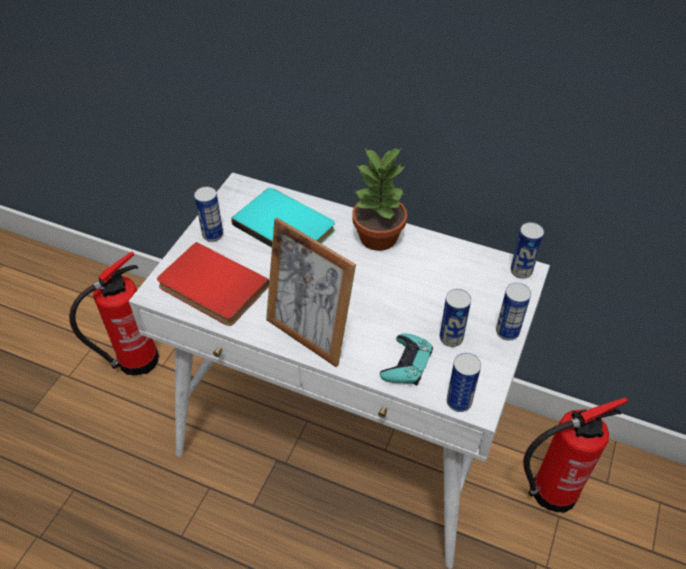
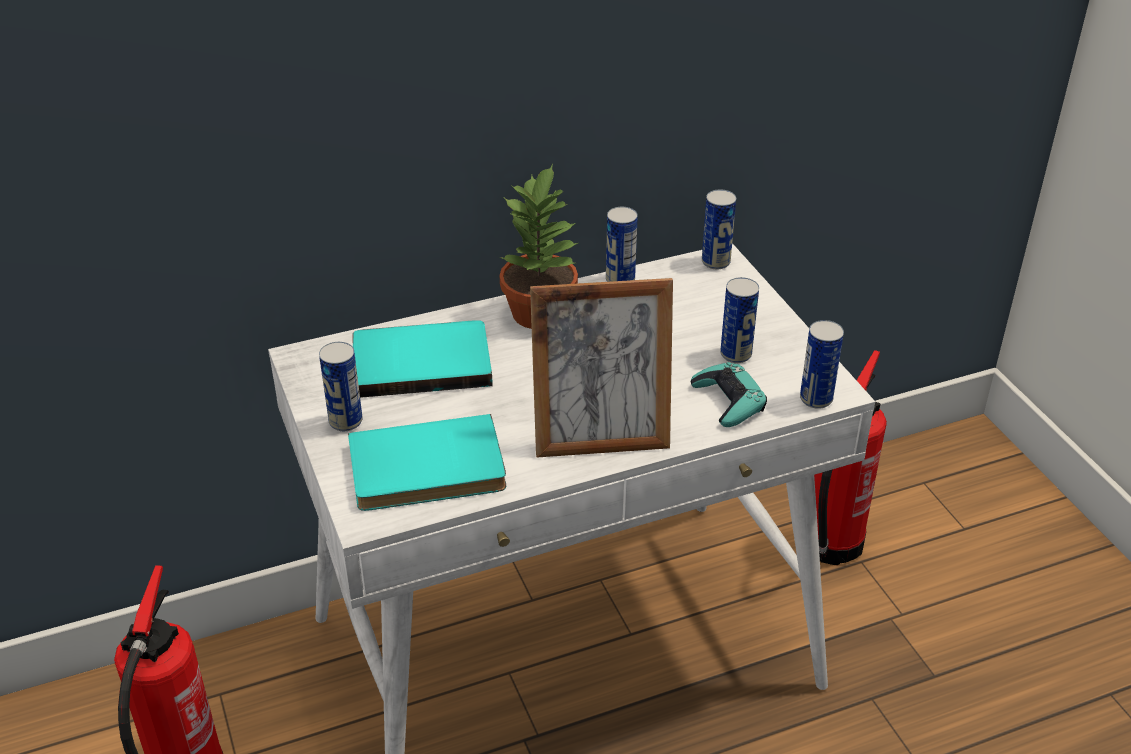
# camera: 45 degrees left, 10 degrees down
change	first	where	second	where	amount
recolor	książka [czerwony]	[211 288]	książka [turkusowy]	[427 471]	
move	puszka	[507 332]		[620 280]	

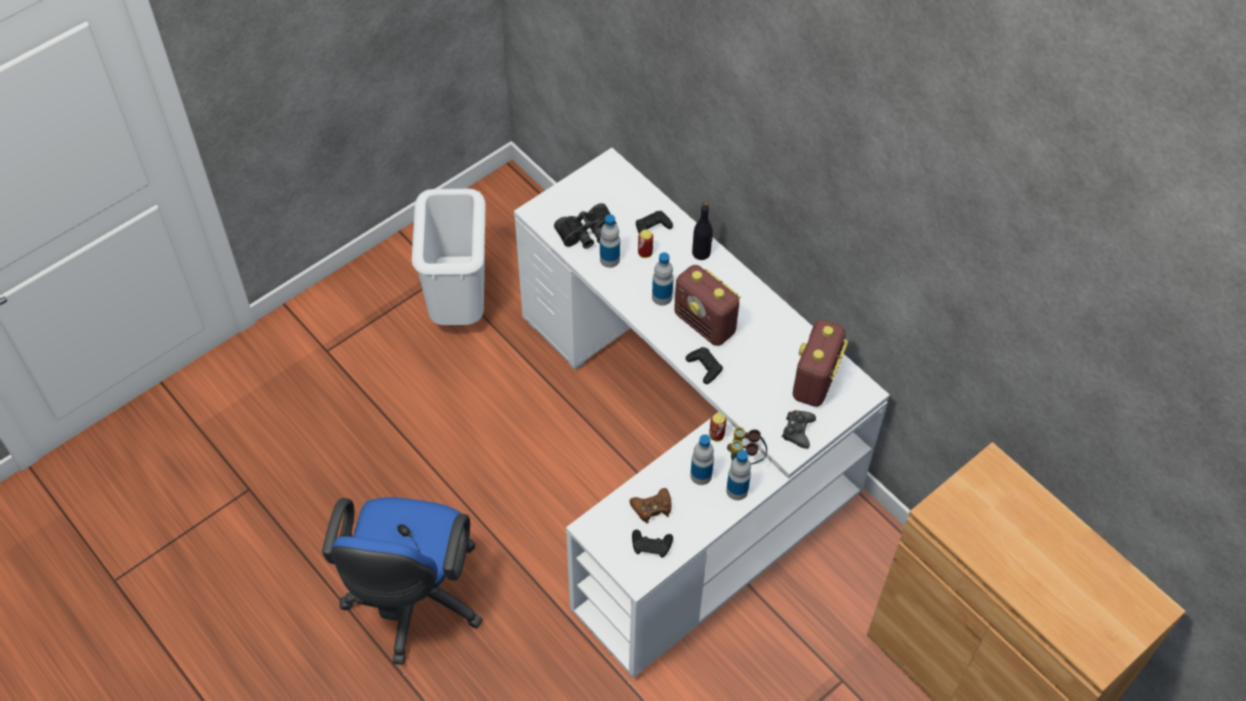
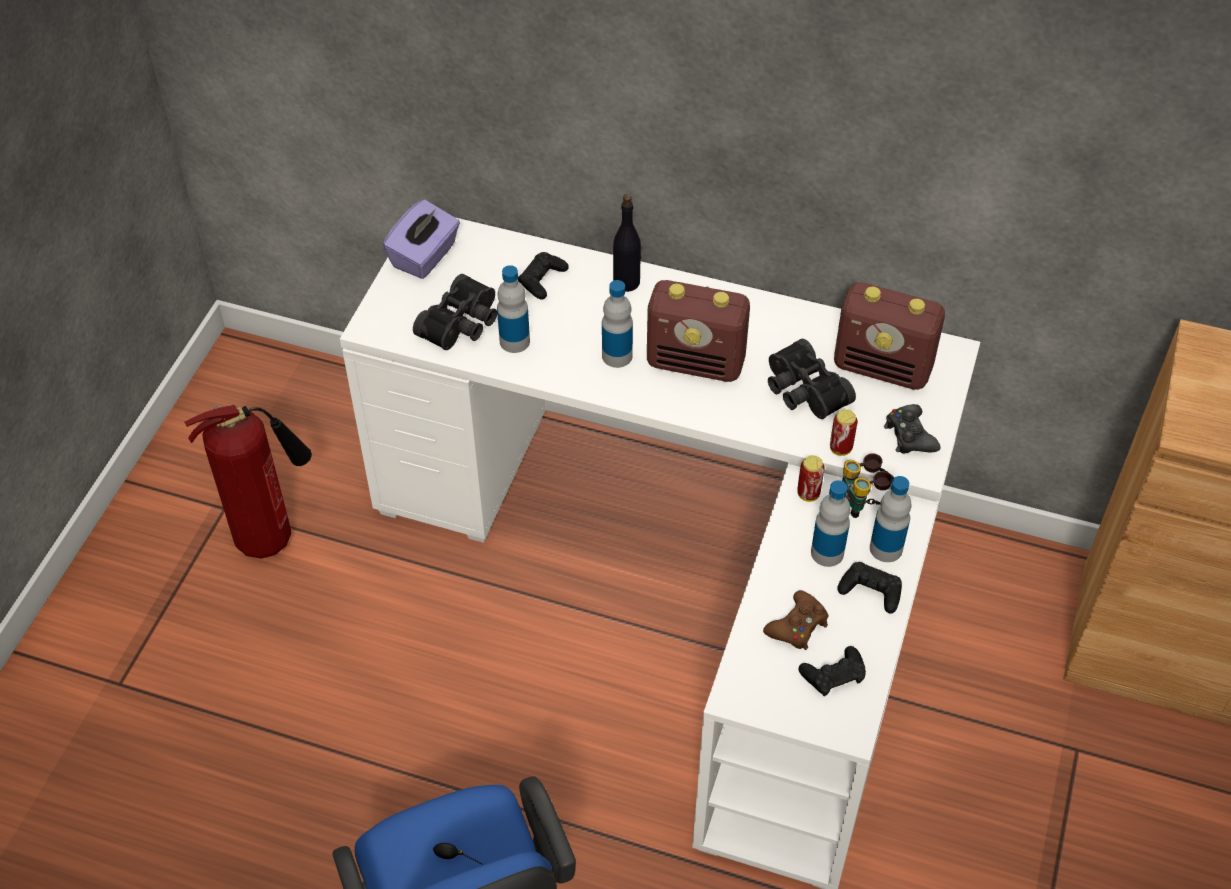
# camera: 30 degrees left, 5 degrees down
change	first	where	second	where	amount
replace	kosz na śmieci [biały]	[458 306]	gaśnica	[271 537]	
move	puszka	[645 253]		[840 448]	
rotate	radio	[815 381]		[883 368]	60 degrees counterclockwise
move	pad do gier [czarny]	[704 367]		[871 591]	
insert			pudełko chusteczek [fioletowy]	[425 256]	
insert			lornetka [czarny]	[802 391]	

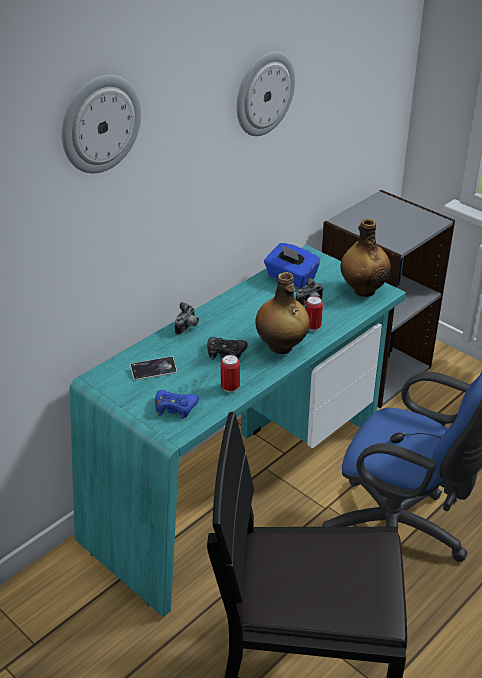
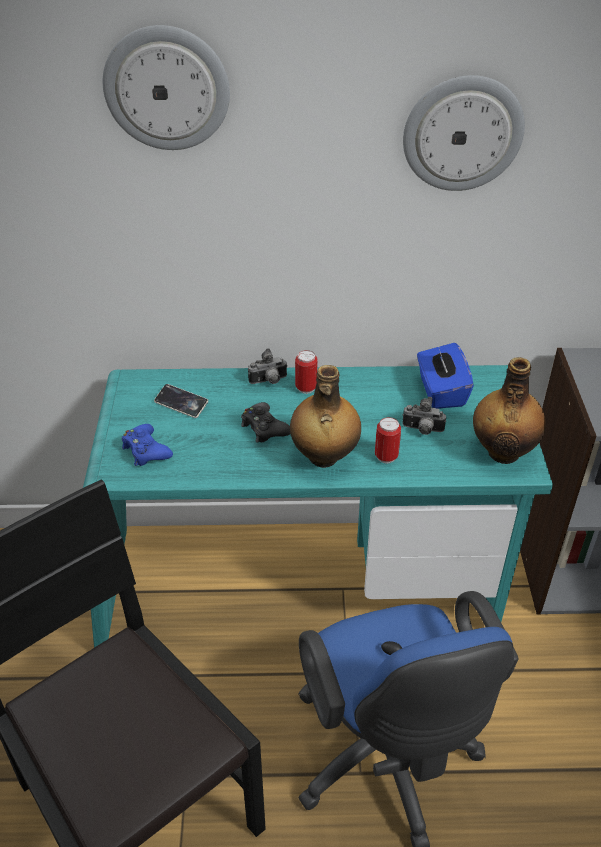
# camera: 45 degrees right, 5 degrees up
change	first	where	second	where	amount
move	puszka	[230 387]		[306 388]	

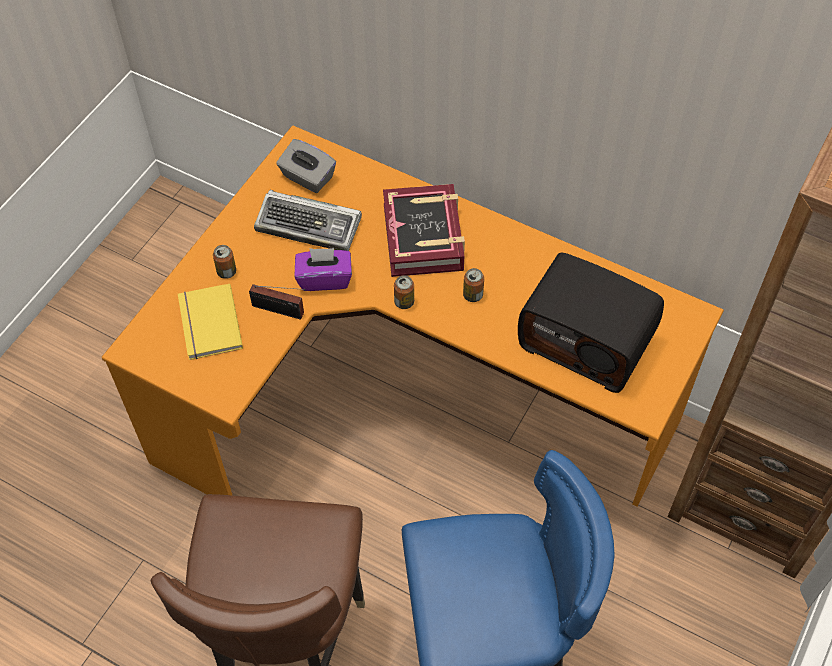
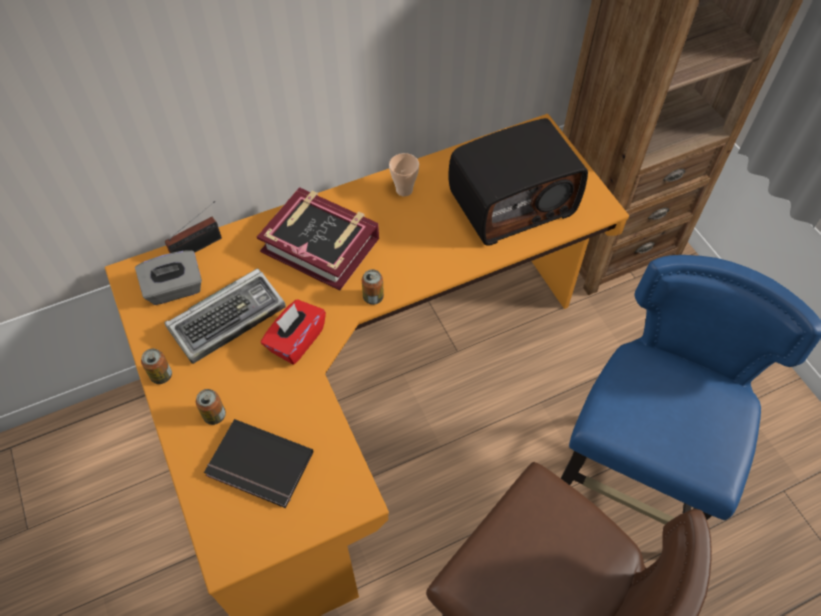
# camera: 55 degrees left, 0 degrees up
change	first	where	second	where	amount
recolor	pudełko chusteczek [fioletowy]	[324 279]	pudełko chusteczek [czerwony]	[296 341]	
move	puszka	[473 295]		[161 375]	
recolor	książka [żółty]	[207 324]	książka [czarny]	[259 467]	
move	radio	[280 311]		[200 246]	
insert			filiżanka	[404 190]	

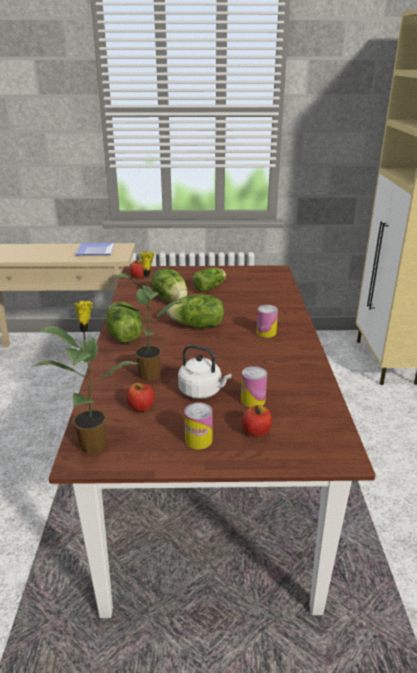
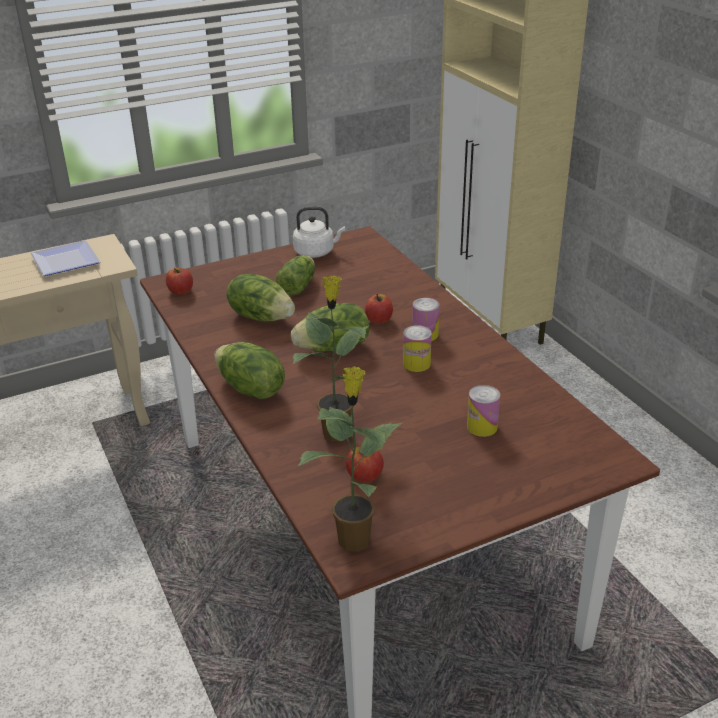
# camera: 25 degrees left, 5 degrees up
change	first	where	second	where	amount
move	czajnik [biały]	[202 391]		[316 252]	
move	puszka	[198 440]		[416 364]	
move	jabłko	[256 431]		[379 320]	

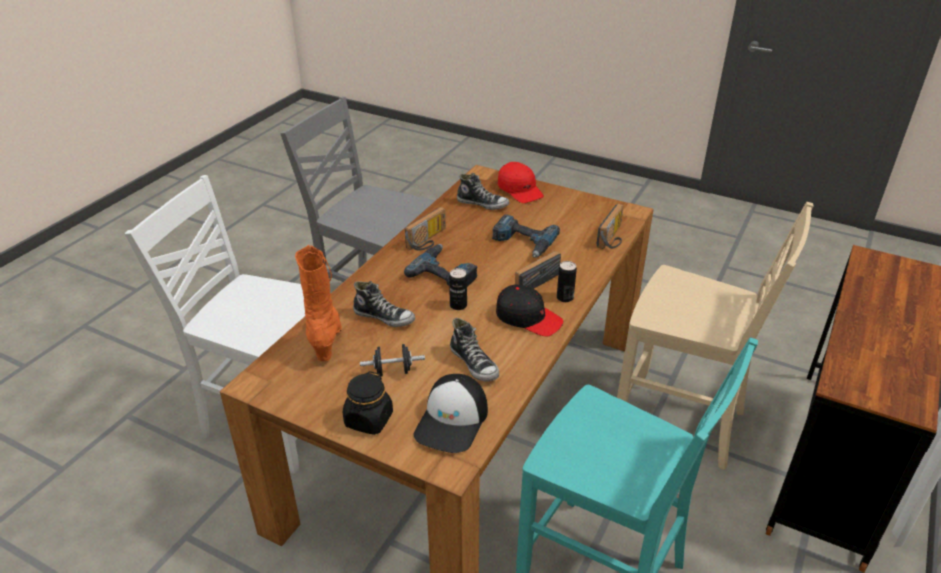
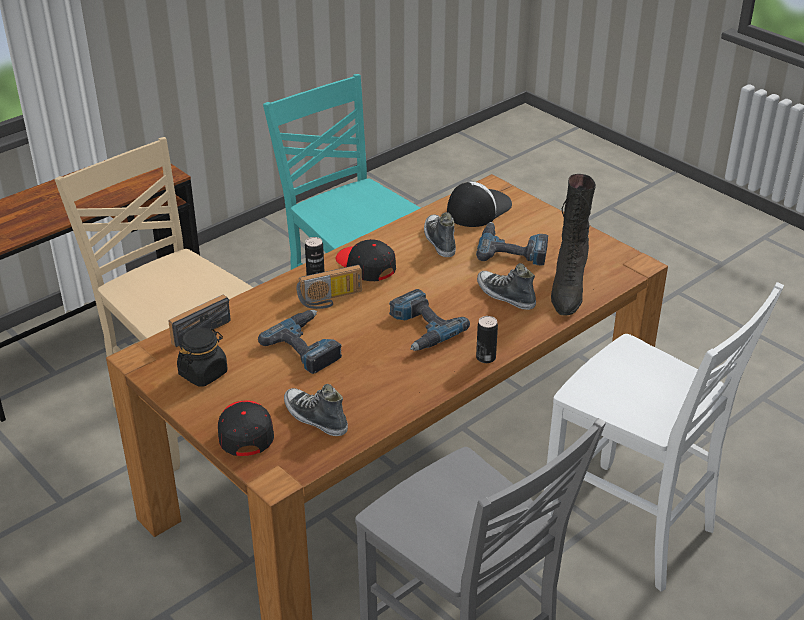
# camera: 160 degrees left, 0 degrees up
change	first	where	second	where	amount
recolor	czapka z daszkiem [czerwony]	[520 190]	czapka z daszkiem [czarny]	[245 431]	
delete	radio	[428 240]			
recolor	but z cholewką [pomarańczowy]	[326 337]	but z cholewką [czarny]	[568 289]	
move	puszka	[458 305]		[485 358]	
replace	hantel [czarny]	[393 371]	wiertarka	[512 250]	
move	słoik [czarny]	[368 420]		[203 373]	

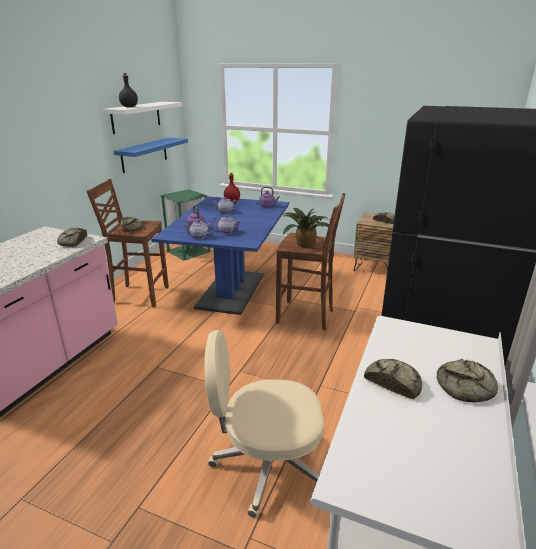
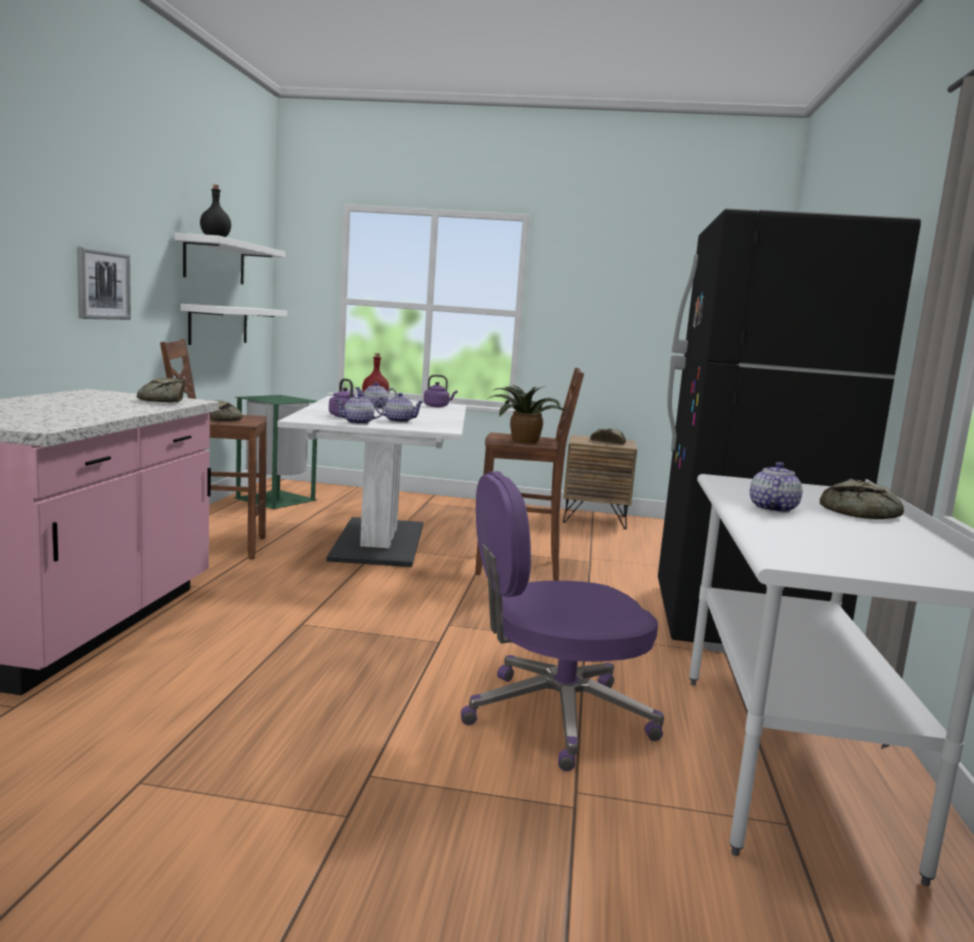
# camera: 15 degrees left, 15 degrees down
change	first	where	second	where	amount
recolor	półka [niebieski]	[144 154]	półka [biały]	[219 324]	
recolor	stół jadalny [niebieski]	[231 291]	stół jadalny [biały]	[379 542]	
recolor	krzesło biurowe [beżowy]	[267 464]	krzesło biurowe [fioletowy]	[554 717]	
replace	chleb	[393 381]	imbryk	[772 509]	
insert			obraz	[102 284]	

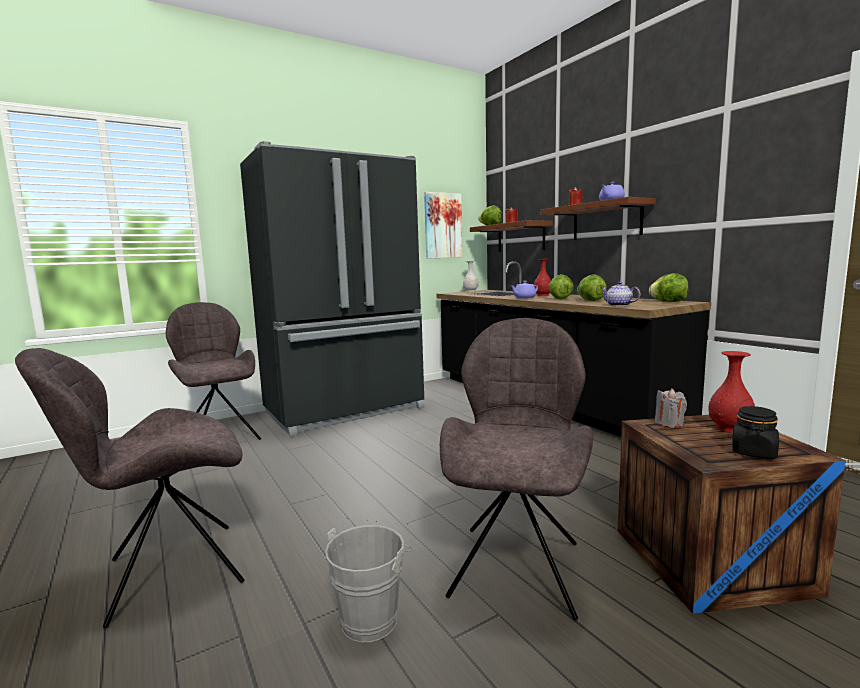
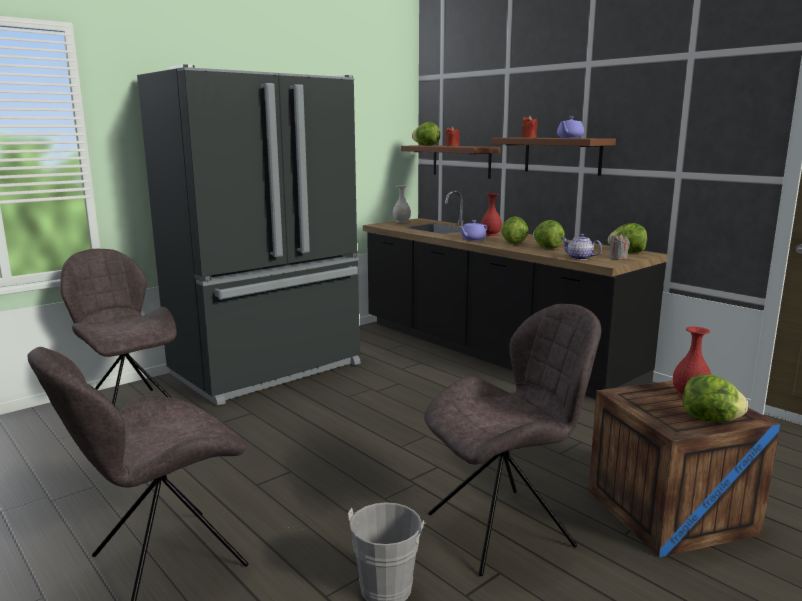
# camera: 10 degrees left, 5 degrees up
change	first	where	second	where	amount
delete	obraz	[442 226]			
rotate	krzesło [szary]	[517 565]		[505 529]	60 degrees clockwise
move	świeca [szary]	[669 423]		[618 258]	
replace	słoik [czarny]	[753 452]	sałata	[710 420]	

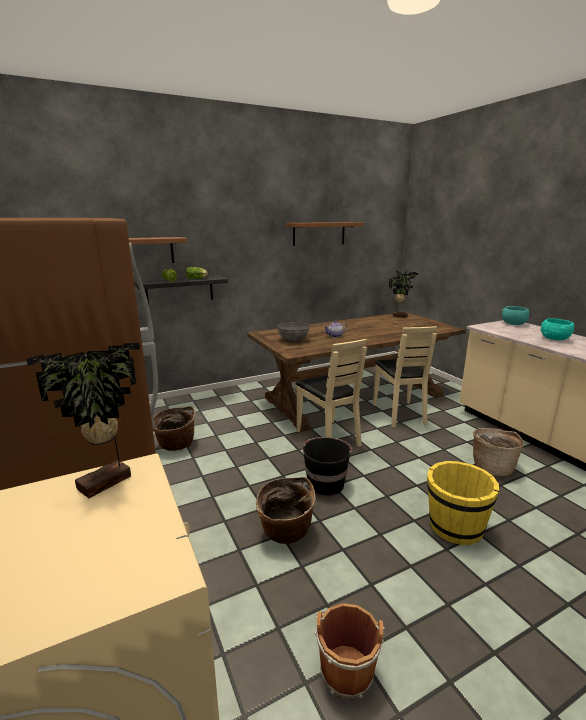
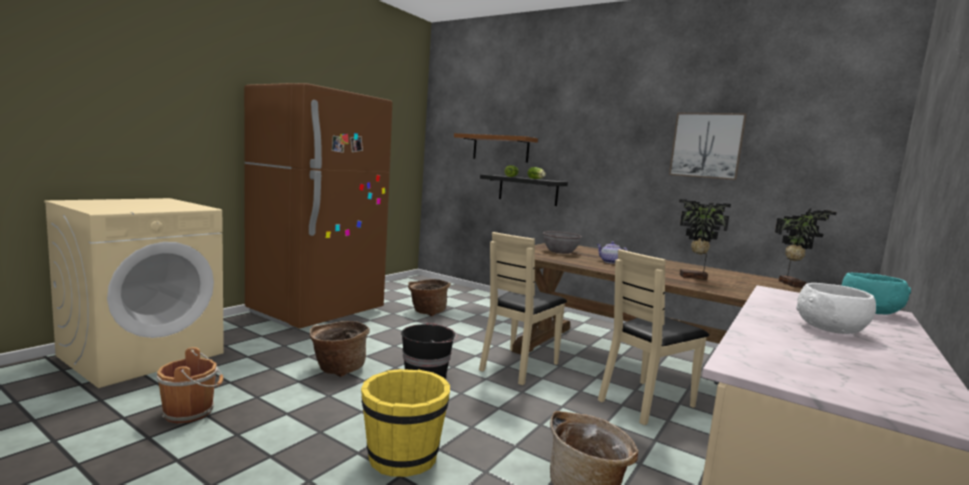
# camera: 60 degrees right, 10 degrees down
change	first	where	second	where	amount
replace	półka [brązowy]	[319 233]	obraz	[706 145]	
recolor	miska [turkusowy]	[555 339]	miska [biały]	[830 330]	
move	roślina doniczkowa	[107 483]		[694 277]	

